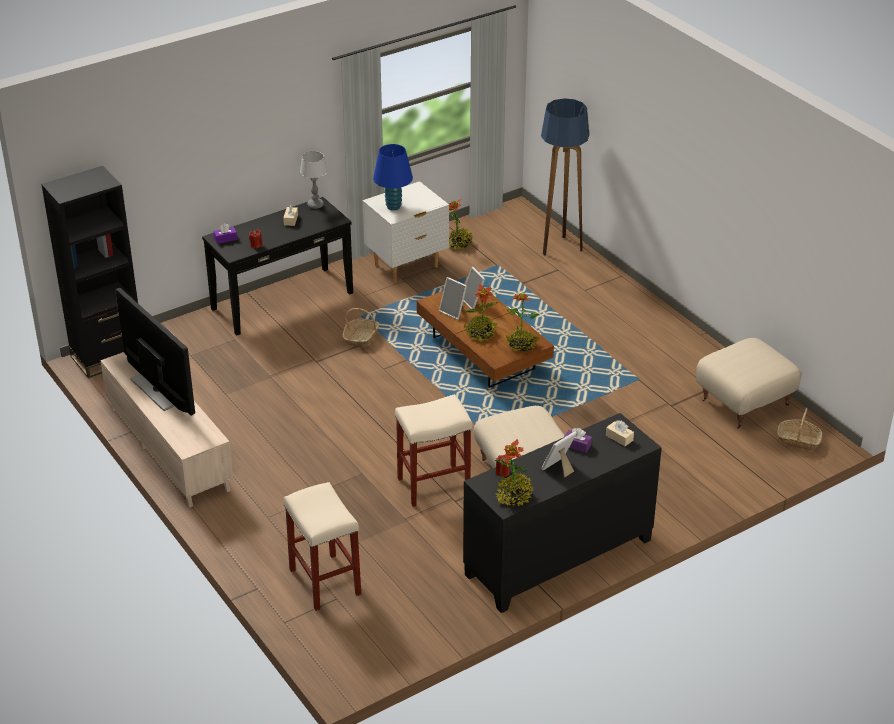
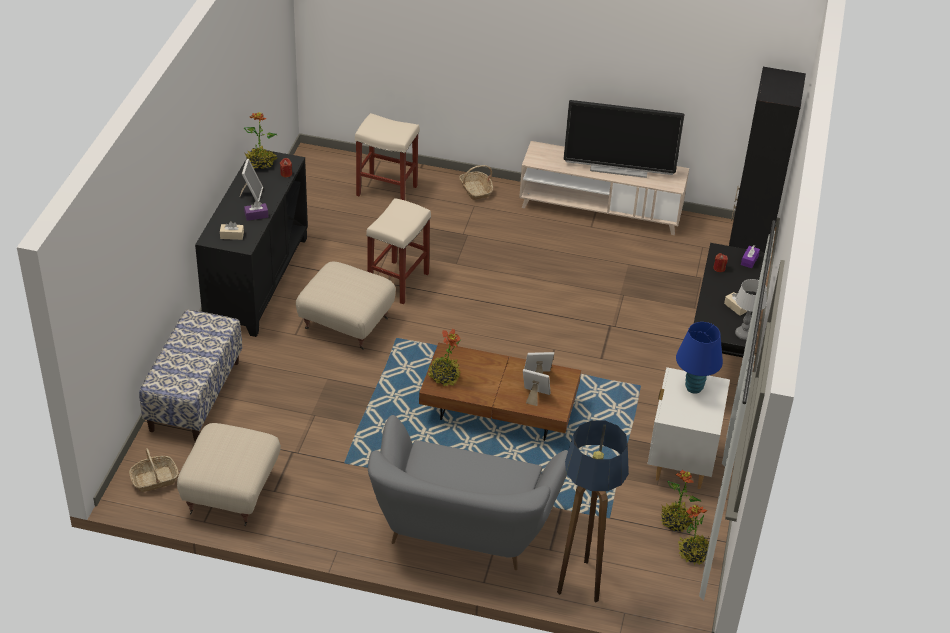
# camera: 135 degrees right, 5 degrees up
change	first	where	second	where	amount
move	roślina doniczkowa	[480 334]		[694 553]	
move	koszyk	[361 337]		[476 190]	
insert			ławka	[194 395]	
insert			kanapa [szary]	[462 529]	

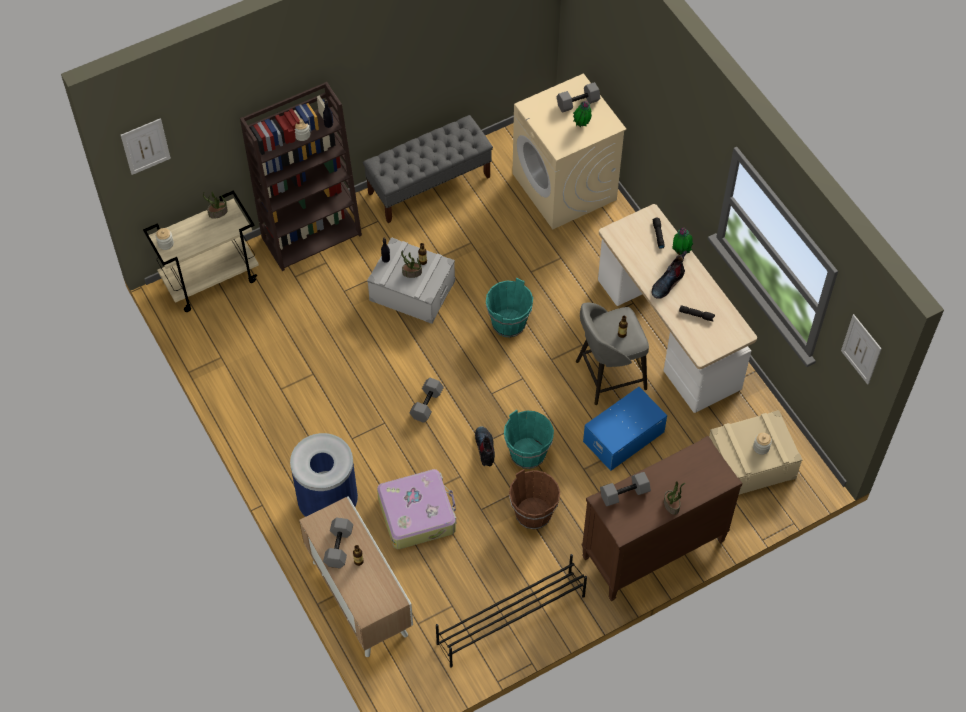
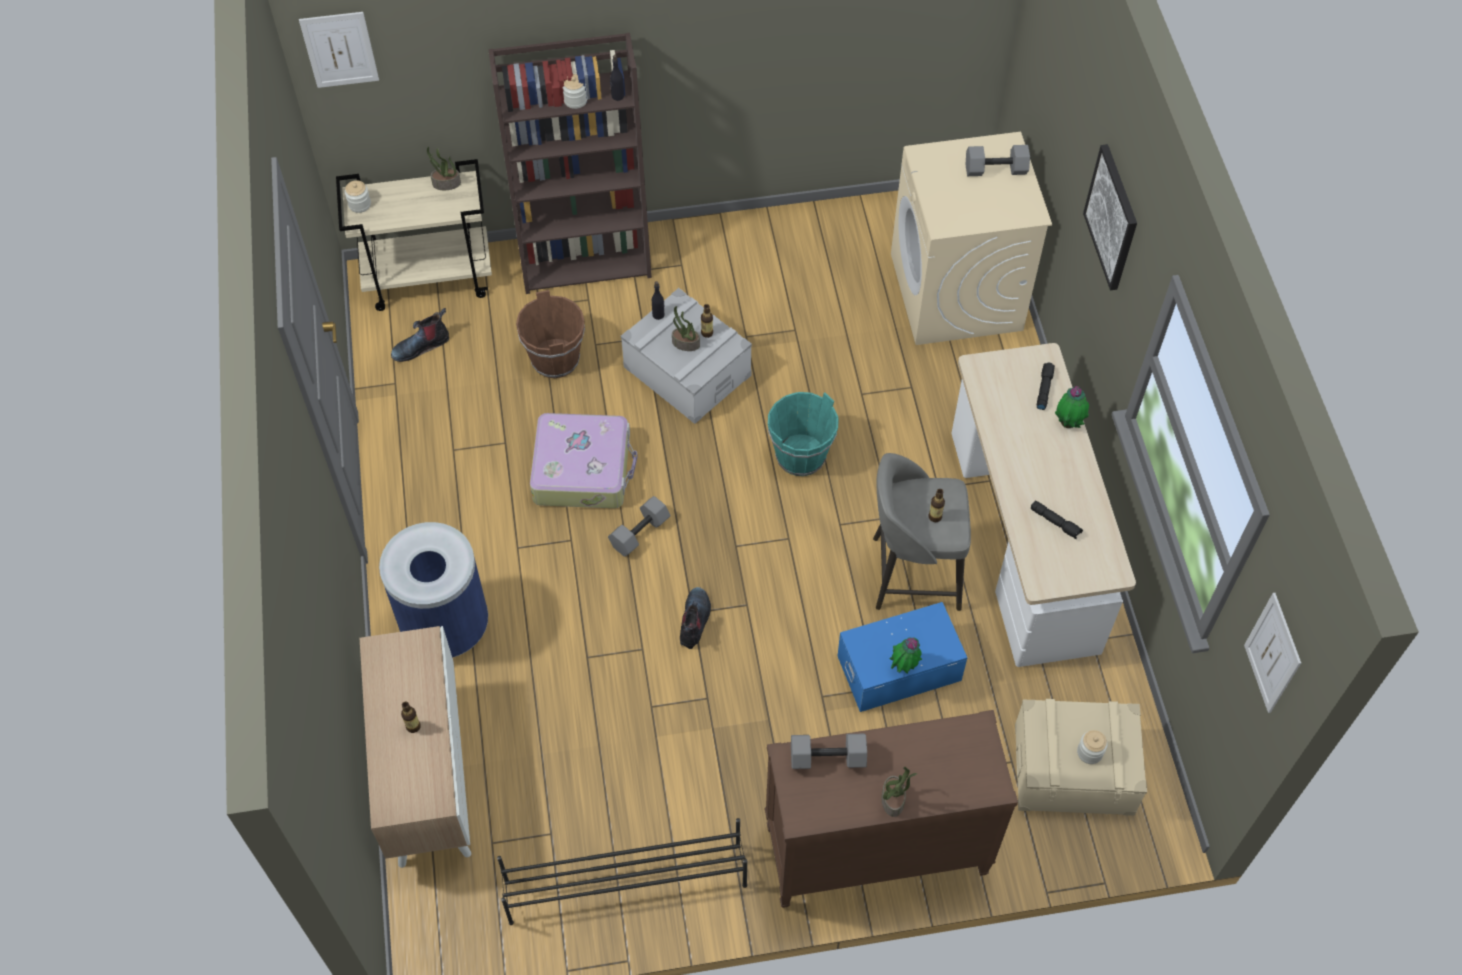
# camera: 20 degrees right, 0 degrees up
change	first	where	second	where	amount
move	roślina doniczkowa	[582 125]		[904 667]	
delete	ławka [szary]	[429 185]			
move	but z cholewką	[667 283]		[421 346]	
delete	wiadro [turkusowy]	[527 454]			
move	walizka	[417 513]		[583 469]	
move	wiadro [brązowy]	[533 513]		[556 359]	
delete	hantel [szary]	[339 547]			
insert			obraz	[1112 217]	

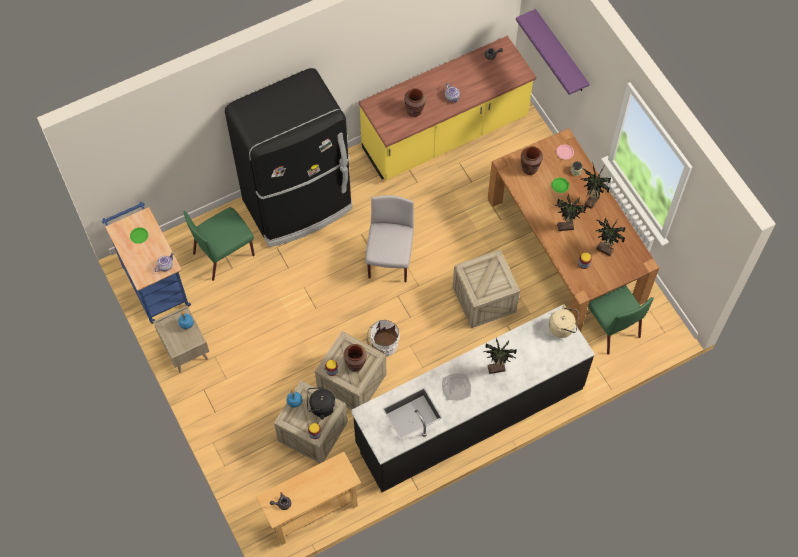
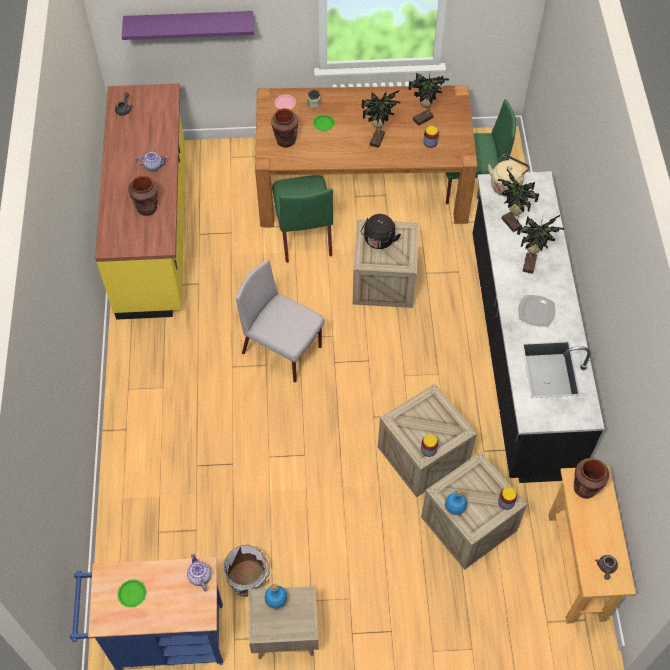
# camera: 65 degrees left, 5 degrees down
change	first	where	second	where	amount
delete	lodówka [czarny]	[299 205]			
move	roślina doniczkowa	[590 201]		[510 224]	
move	krzesło [zielony]	[224 253]		[303 234]	
move	wiadro [biały]	[383 345]		[248 580]	
move	wazon [brązowy]	[355 364]		[585 488]	
move	czajnik [czarny]	[320 407]		[378 241]	

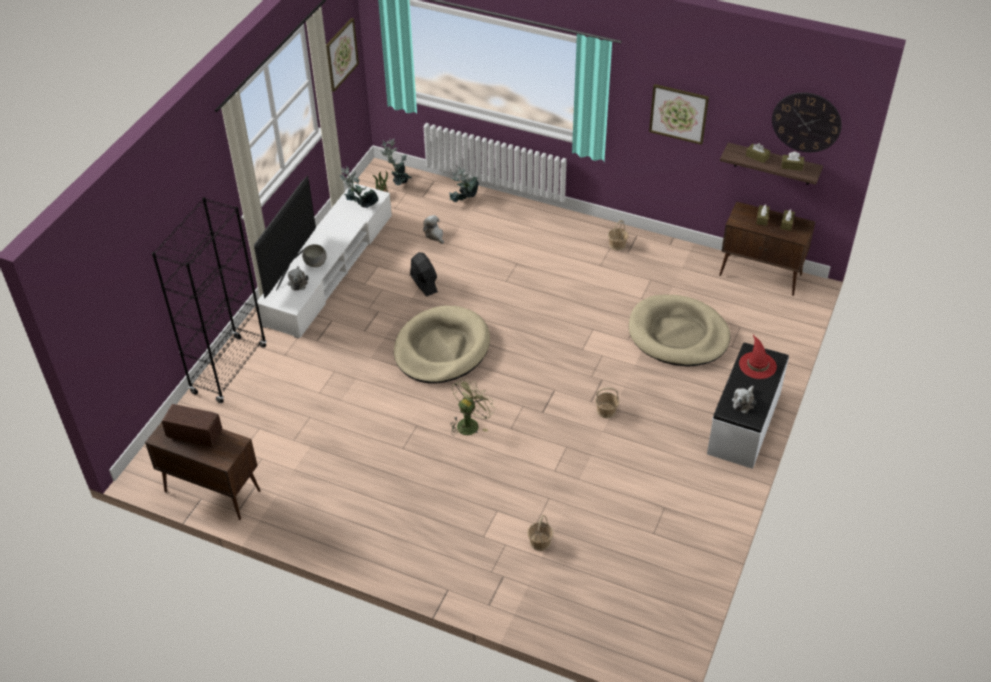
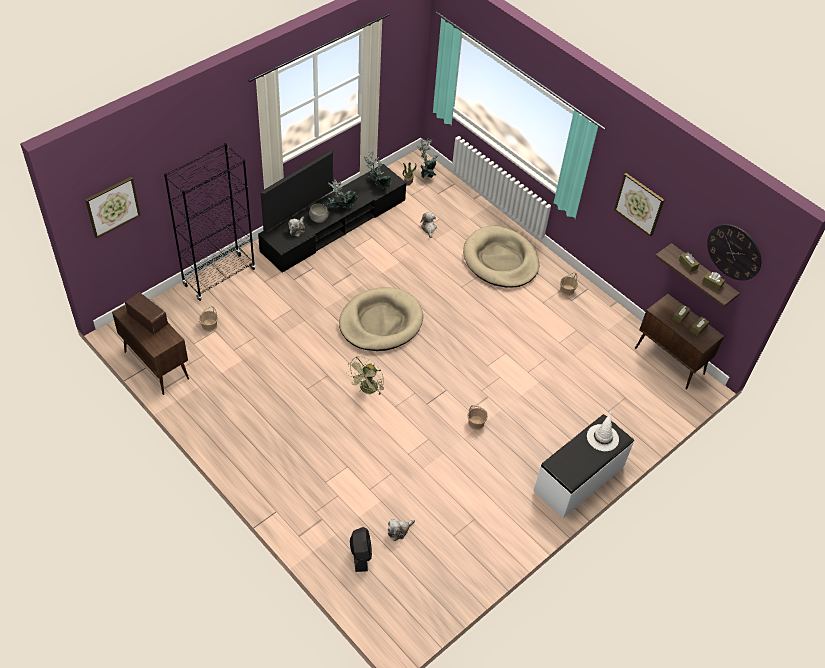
# camera: 20 degrees right, 5 degrees up
change	first	where	second	where	amount
move	obraz	[341 54]		[112 207]	
move	roślina doniczkowa	[464 202]		[341 209]	
recolor	szafka pod telewizor [biały]	[329 269]	szafka pod telewizor [czarny]	[334 226]	
move	wentylator [czarny]	[423 283]		[360 554]	
move	legowisko [beżowy]	[678 334]		[500 260]	
recolor	kapelusz [czerwony]	[757 364]	kapelusz [biały]	[602 437]	
rotate	wentylator [zielony]	[470 423]		[367 390]	150 degrees clockwise
move	pluszak	[743 402]		[399 531]	
move	koszyk	[540 542]		[209 325]	

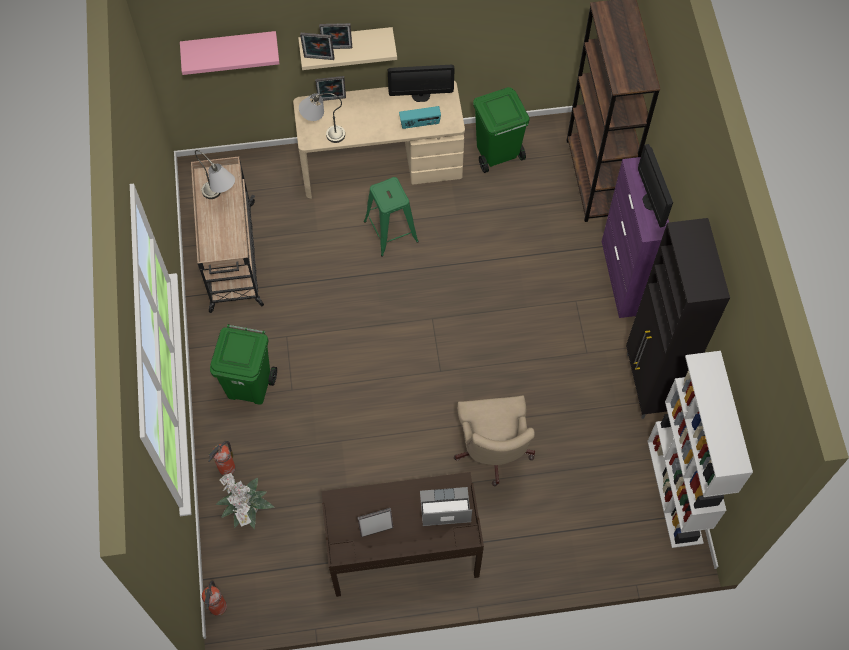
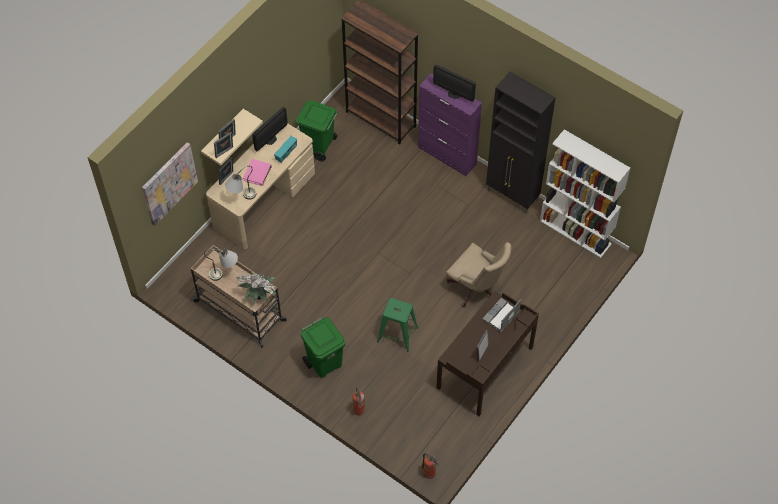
# camera: 45 degrees left, 5 degrees down
change	first	where	second	where	amount
replace	półka [różowy]	[229 45]	obraz	[169 183]	
move	stołek [zielony]	[391 231]		[397 334]	
move	roślina doniczkowa	[246 510]		[259 296]	
insert			książka [różowy]	[257 173]	

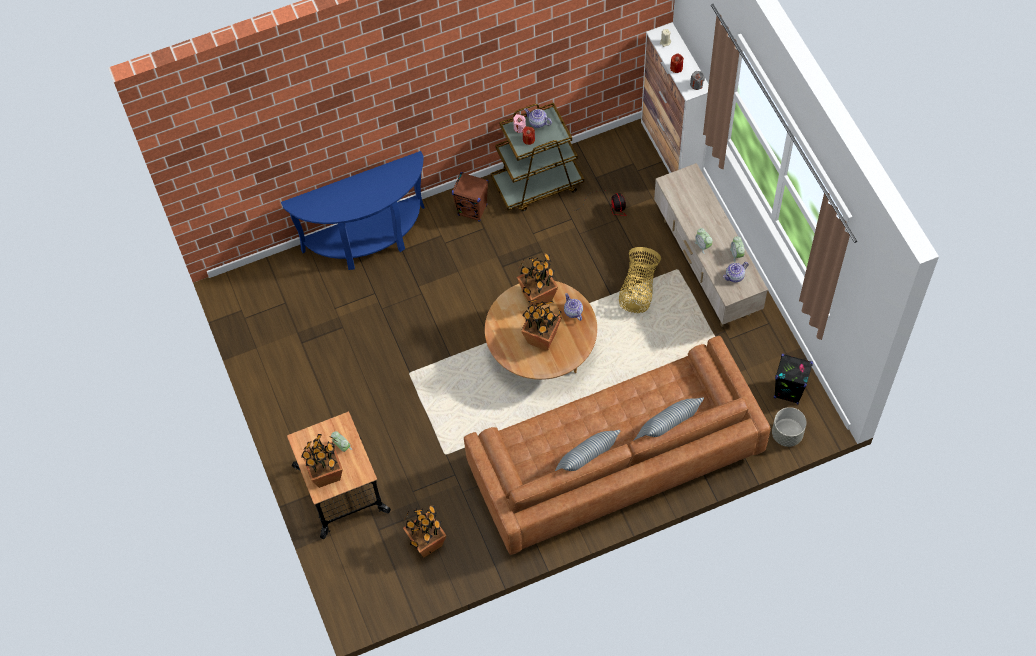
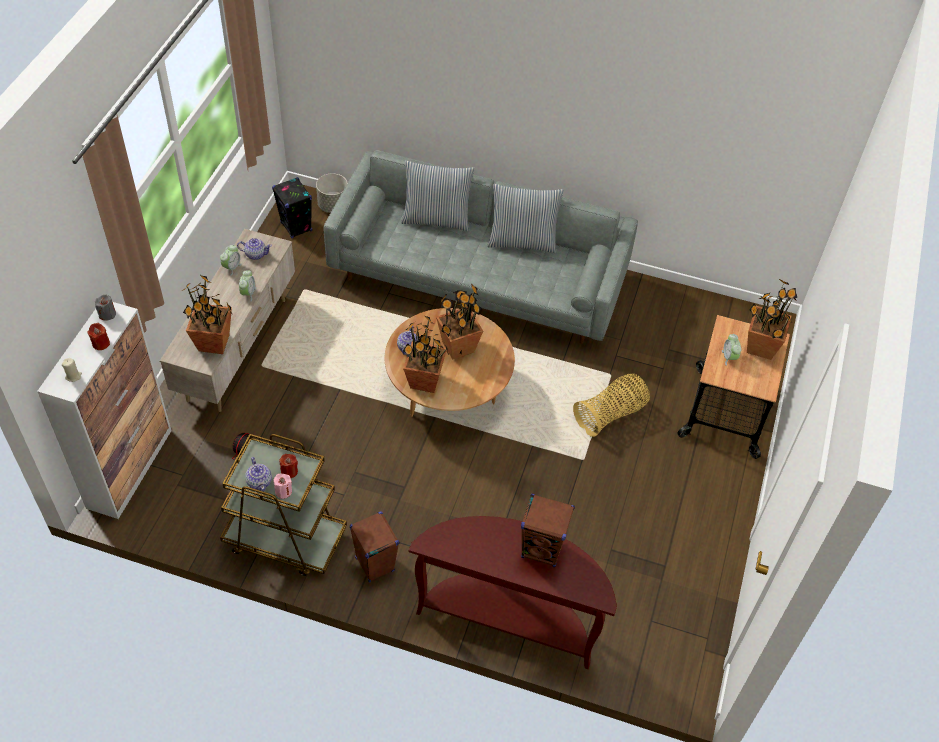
# camera: 145 degrees left, 10 degrees down
change	first	where	second	where	amount
recolor	stolik konsolowy [niebieski]	[368 241]	stolik konsolowy [brązowy]	[509 618]	
move	koszyk	[638 289]		[610 414]	
recolor	kanapa [brązowy]	[614 461]	kanapa [szary]	[478 276]	
move	roślina doniczkowa	[426 543]		[214 343]	
insert			głośnik [brązowy]	[542 550]	

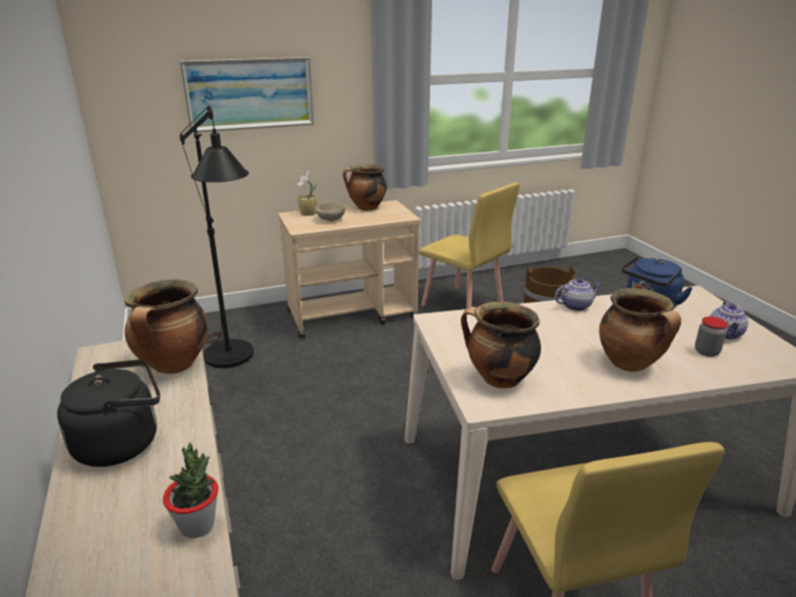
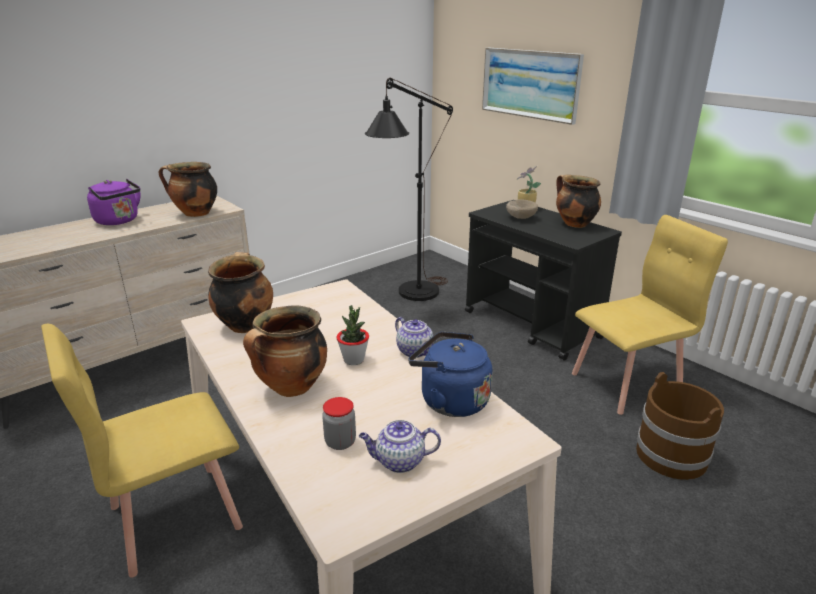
# camera: 70 degrees right, 0 degrees up
change	first	where	second	where	amount
rotate	krzesło [żółty]	[462 305]		[627 384]	135 degrees counterclockwise
recolor	wózek [beżowy]	[353 315]	wózek [czarny]	[532 325]	
recolor	czajnik [czarny]	[123 442]	czajnik [fioletowy]	[119 221]	
move	roślina doniczkowa	[197 525]		[354 360]	

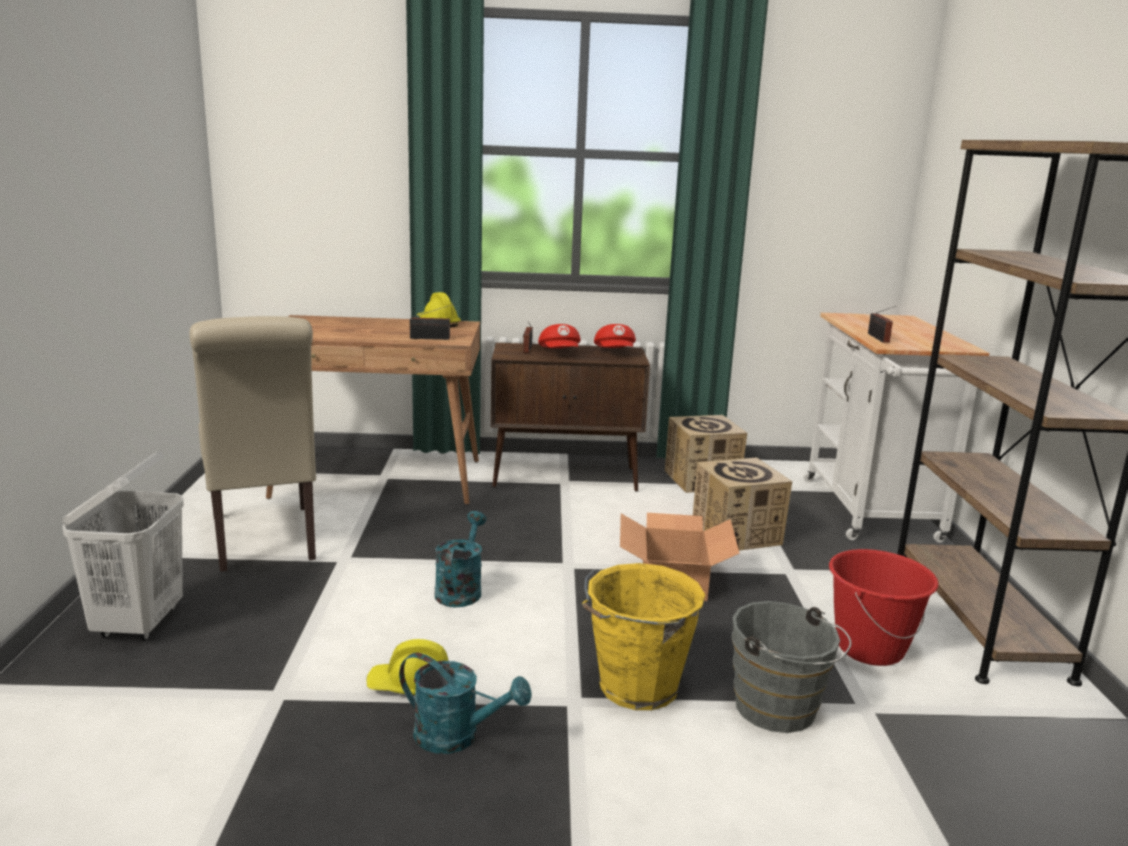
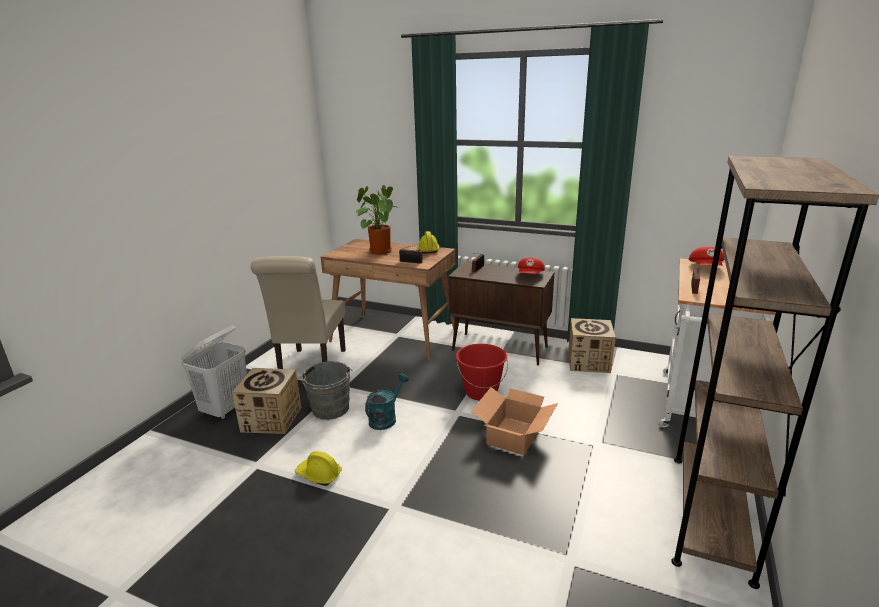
# camera: 25 degrees right, 5 degrees up
change	first	where	second	where	amount
move	czapka z daszkiem [czerwony]	[560 353]		[706 268]	
move	karton	[736 534]		[271 419]	
move	wiadro [czerwony]	[869 648]		[481 392]	
delete	wiadro [żółty]	[635 688]			
move	wiadro [szary]	[780 711]		[330 411]	
delete	konewka [turkusowy]	[457 737]			
insert			roślina doniczkowa	[379 251]	

